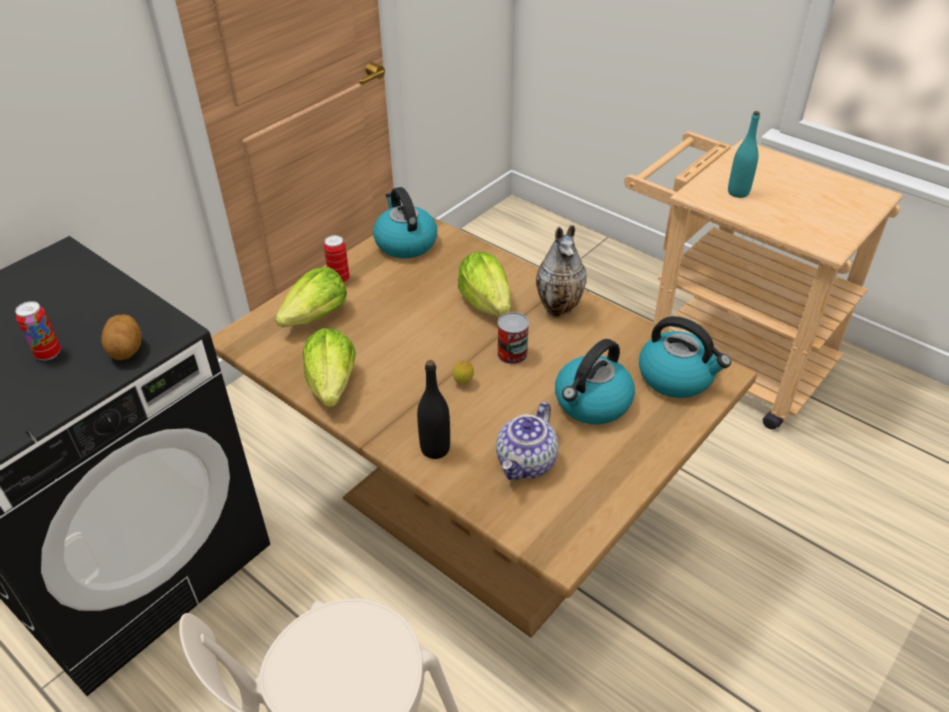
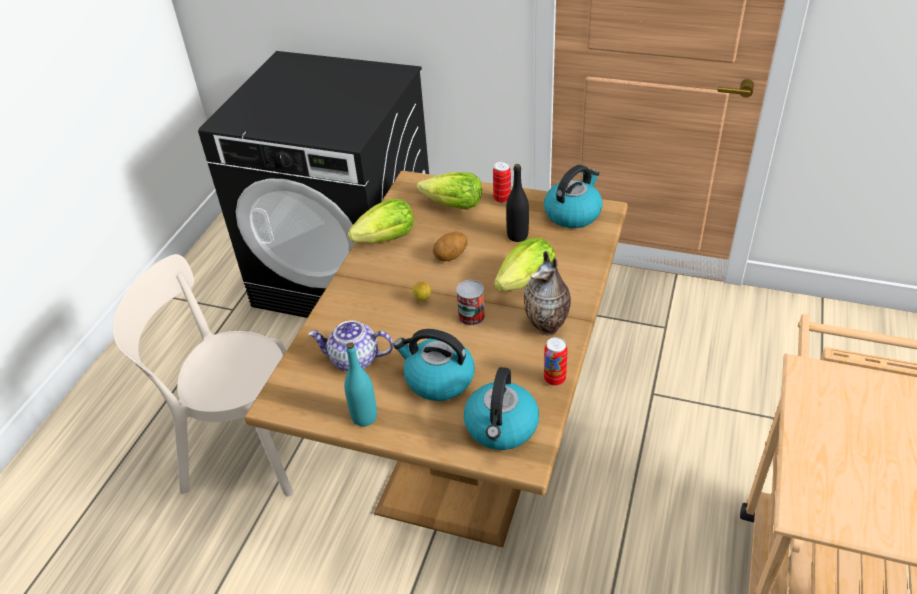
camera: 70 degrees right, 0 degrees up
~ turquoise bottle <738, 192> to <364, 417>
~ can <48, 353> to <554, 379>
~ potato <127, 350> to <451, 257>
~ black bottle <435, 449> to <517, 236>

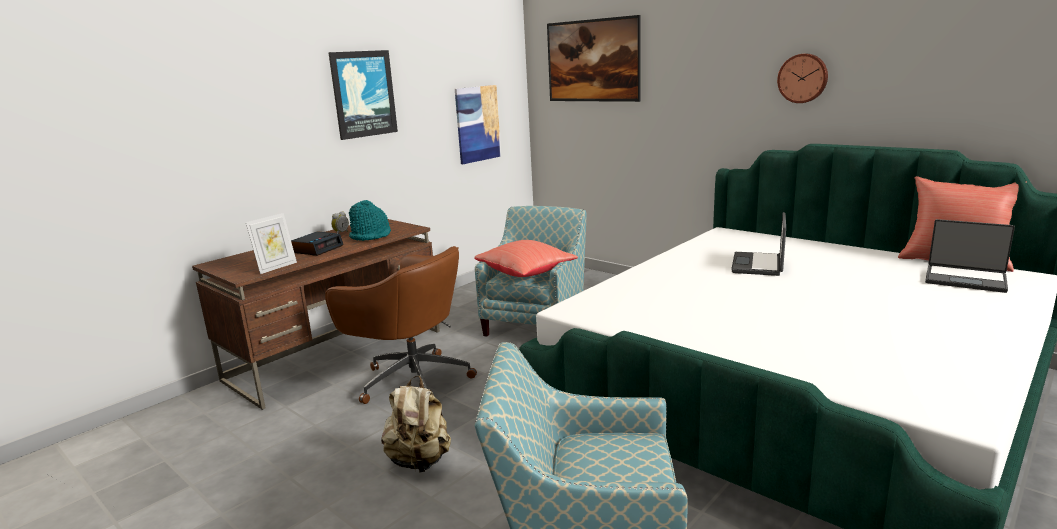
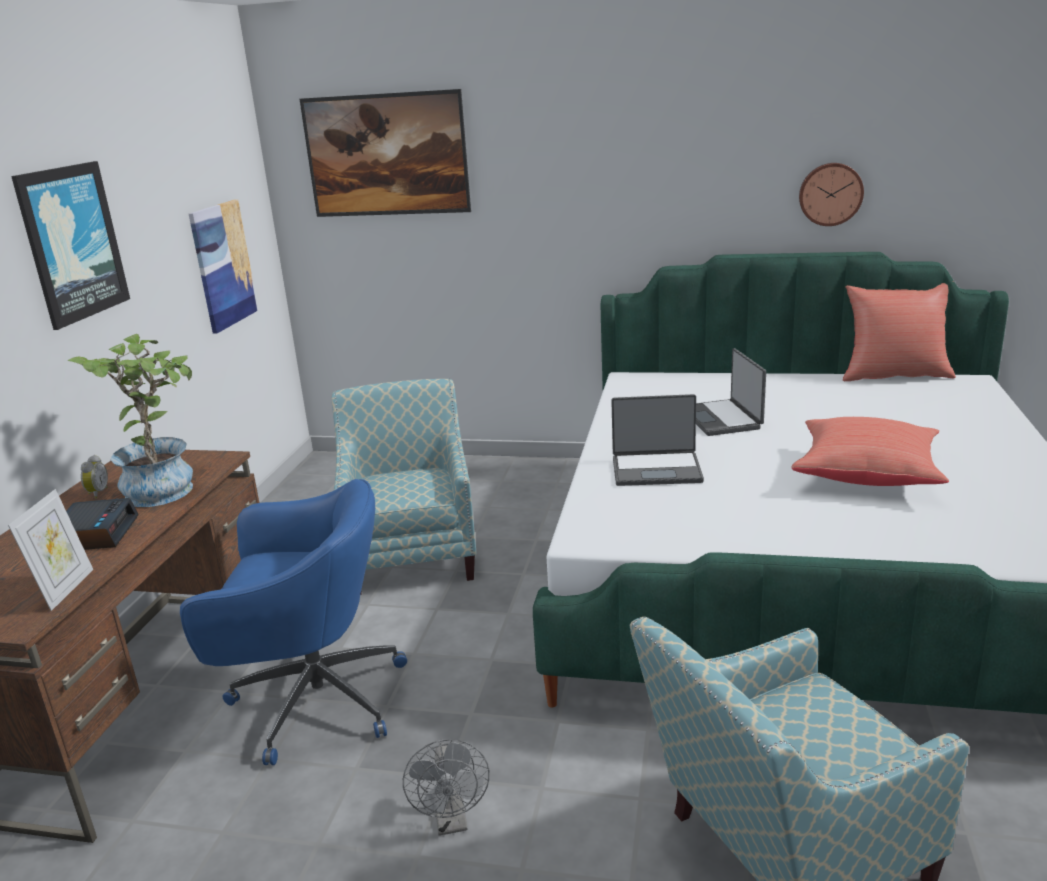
camera: 30 degrees left, 5 degrees up
~ wall clock <803, 78> to <830, 194>
~ turquoise hat <371, 236> to potted plant <164, 487>
~ laptop <965, 279> to <656, 470>
~ red pillow <526, 273> to <866, 474>
~ brown office chair <412, 380> to blue office chair <313, 700>
~ beige backpack <420, 461> to grey fan <452, 822>

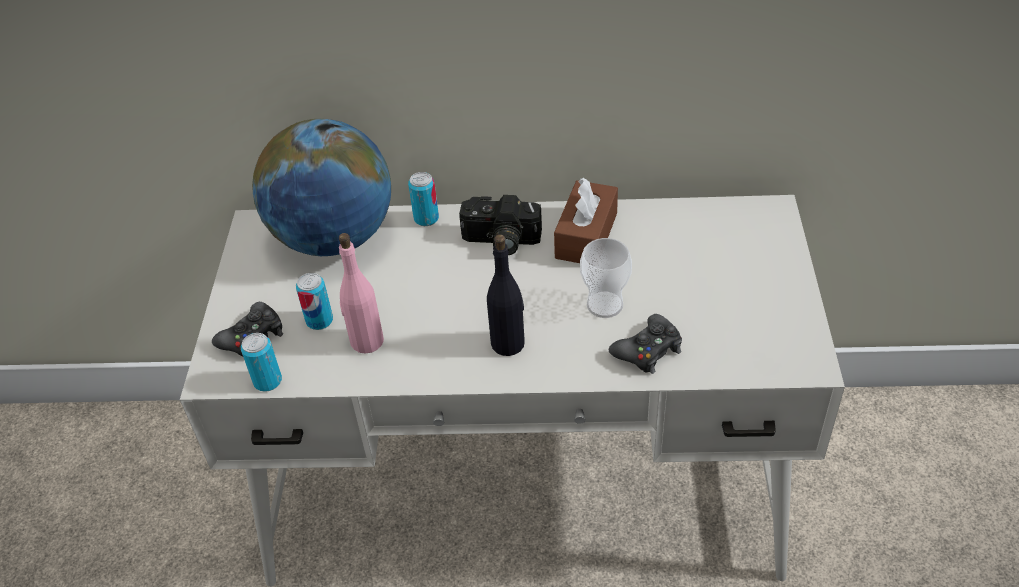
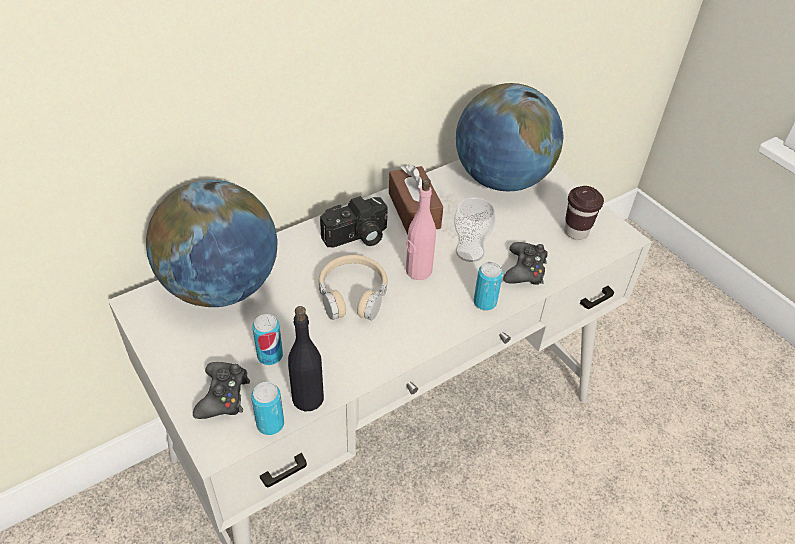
camera: 40 degrees left, 0 degrees up
~ can <426, 218> to <485, 302>
~ pink bottle <366, 341> to <418, 271>
~ black bottle <508, 343> to <308, 398>
+ globe <501, 179>
+ brown cup <576, 232>
+ beige headphones <353, 295>

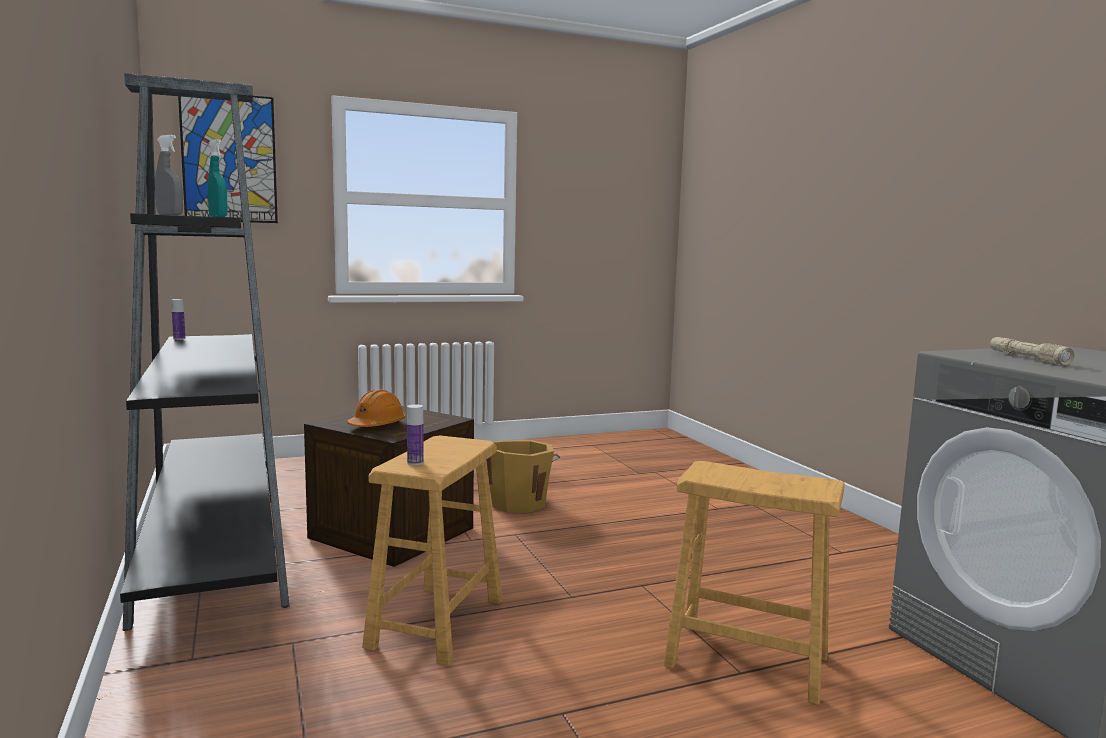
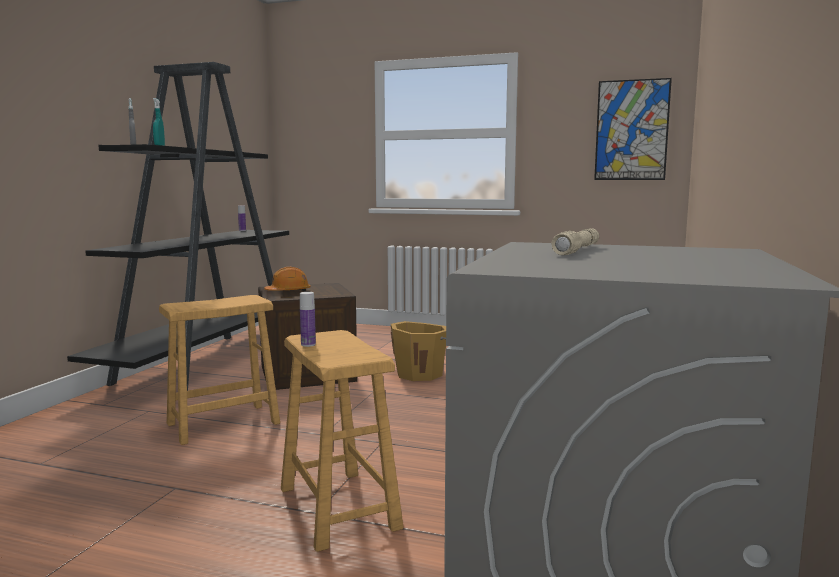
camera: 40 degrees right, 0 degrees up
~ picture <229, 158> to <631, 130>
~ bottle <415, 462> to <308, 344>

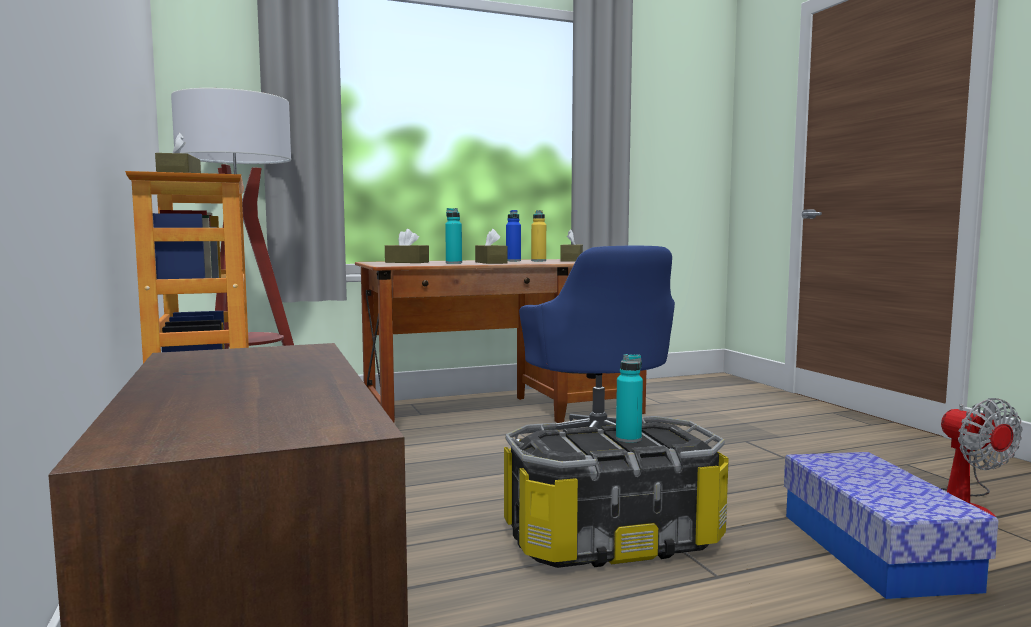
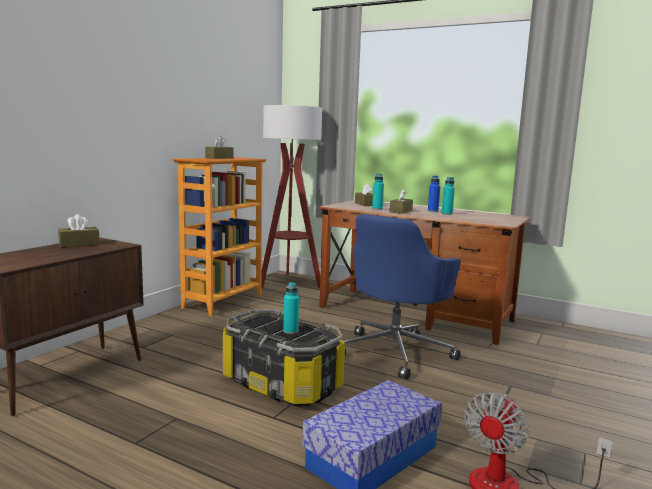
camera: 50 degrees right, 5 degrees up
~ yellow bottle <538, 261> to turquoise bottle <447, 213>
~ brown tissue box <571, 260> to <79, 244>

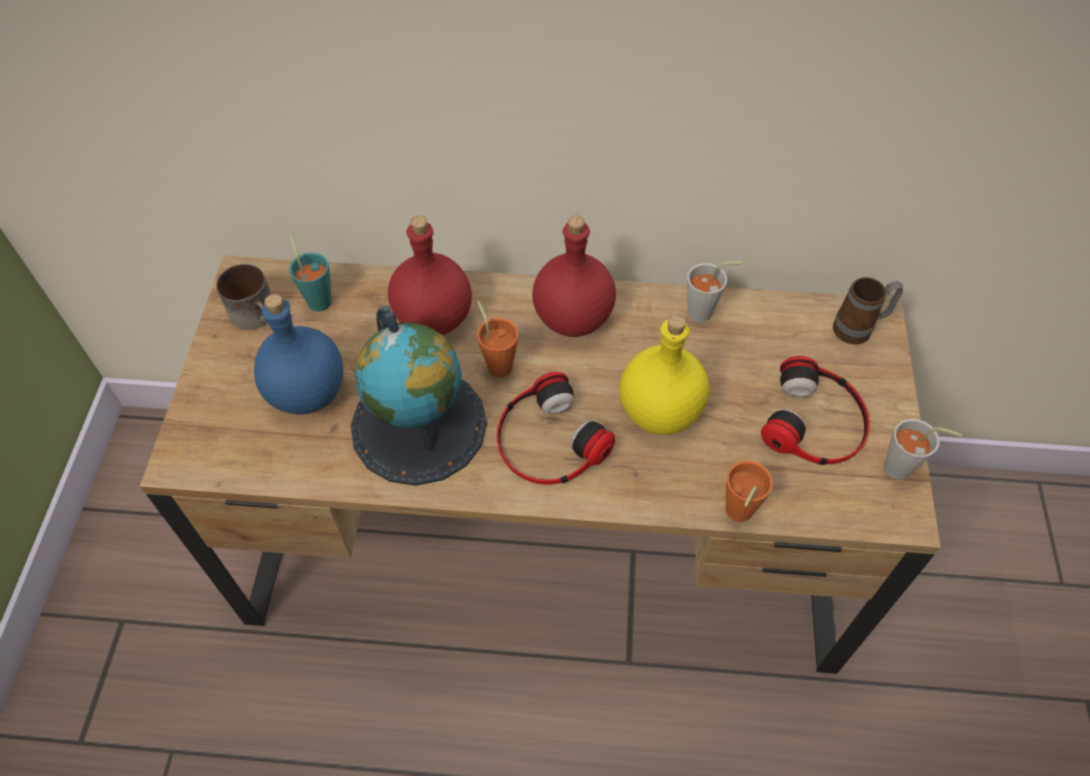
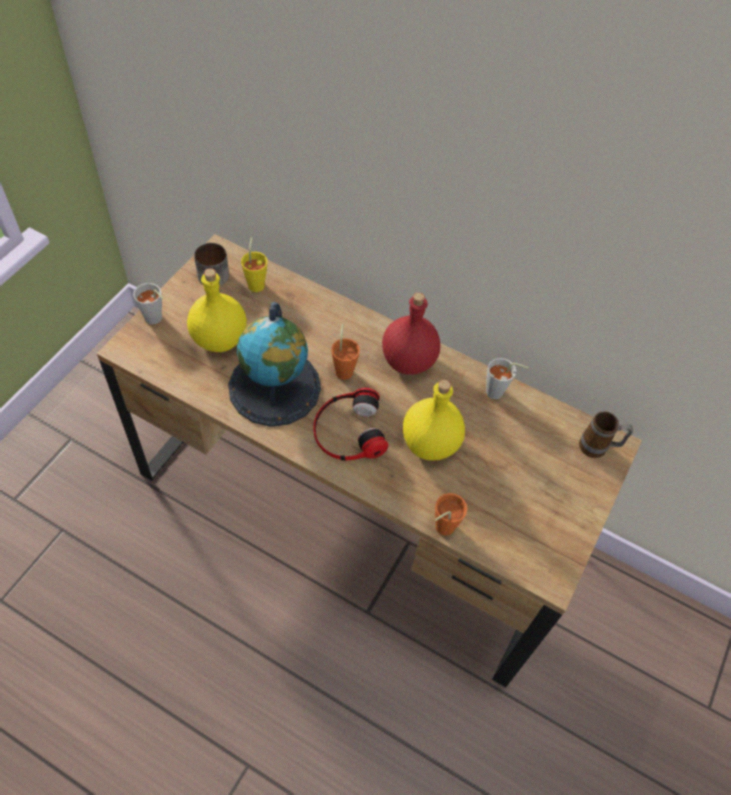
camera: 20 degrees right, 0 degrees up
- red bottle <435, 318>
~ turquoise cup <318, 297> to yellow cup <256, 283>
~ blue bottle <309, 393> to yellow bottle <220, 339>
- headphones <816, 422>
~ grey cup <904, 470> to <155, 320>

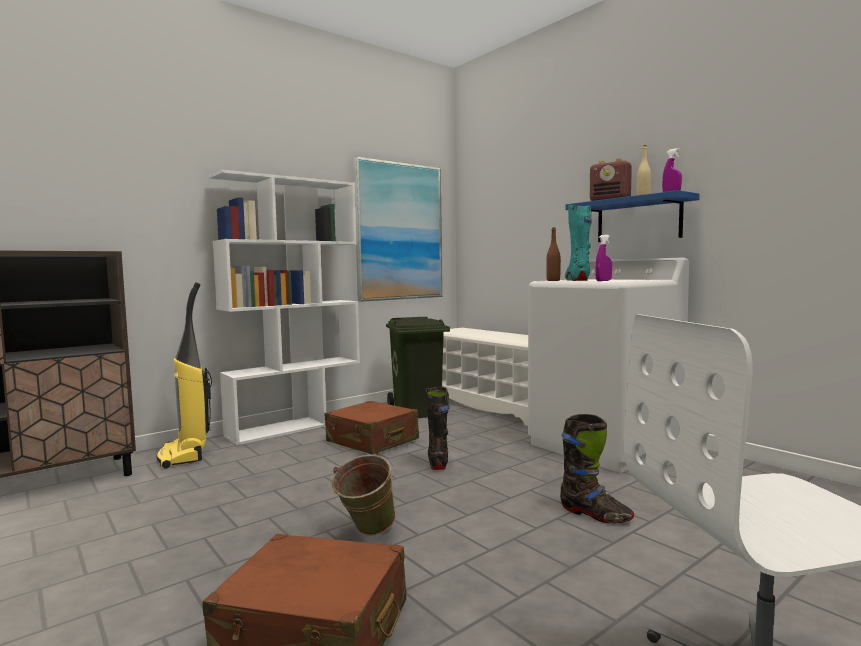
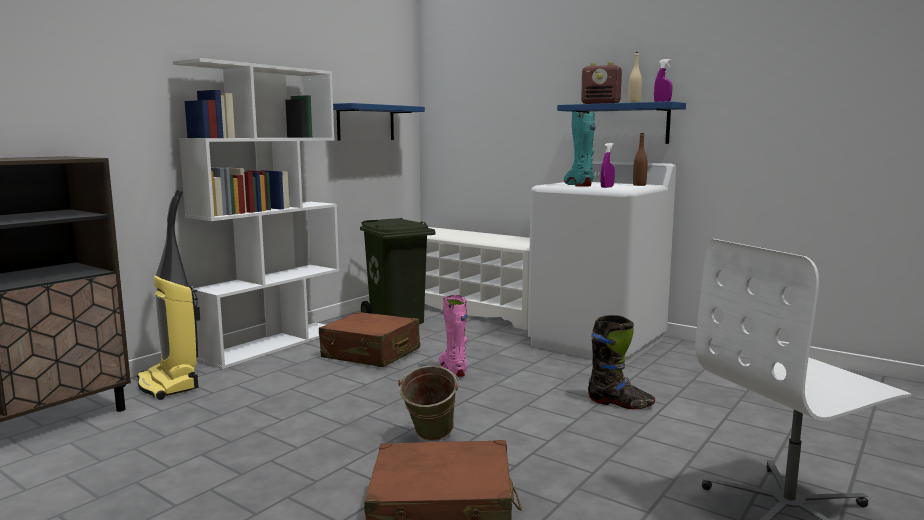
camera: 15 degrees left, 5 degrees up
~ picture <399, 232> to blue shelf <366, 123>
~ brown bottle <553, 280> to <639, 185>
~ black boot <438, 462> to pink boot <453, 369>

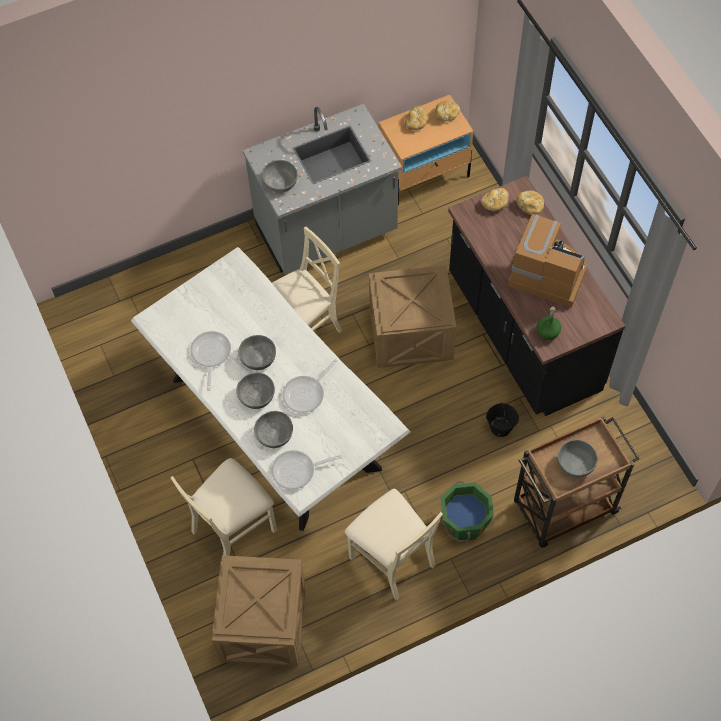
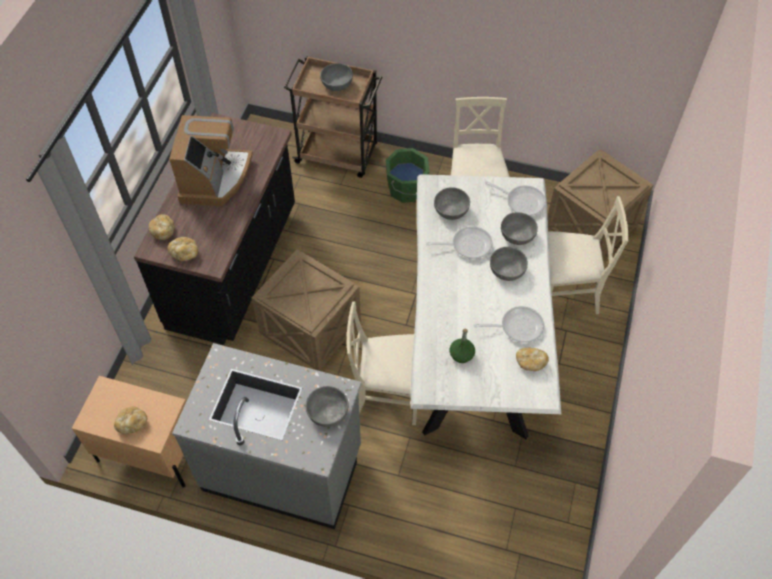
camera: 140 degrees left, 5 degrees down
~ bread <446, 115> to <530, 362>
~ coffee machine <547, 272> = <214, 178> 150 degrees counterclockwise
~ green bottle <548, 332> to <461, 355>
~ frying pan <210, 355> = <517, 326> 135 degrees counterclockwise
~ grey bowl <258, 358> to <451, 210>
- black bucket <500, 427>

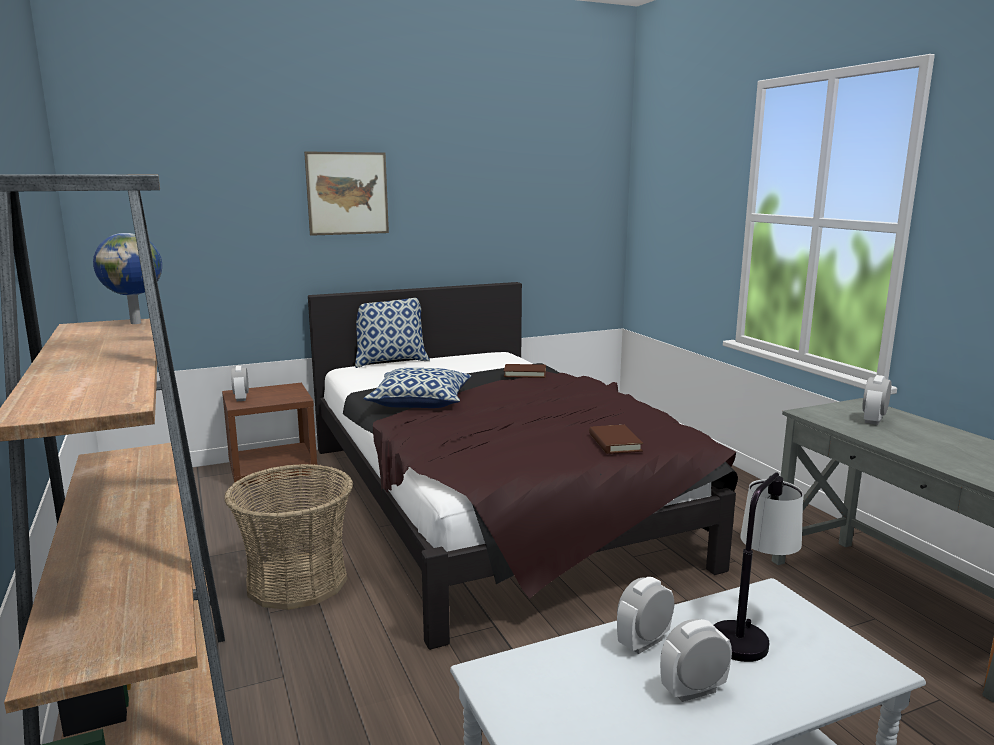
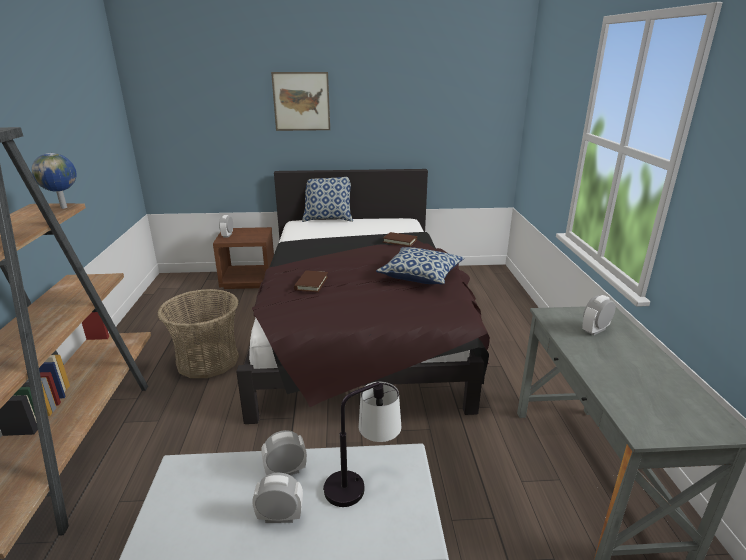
camera: 20 degrees right, 10 degrees up
~ pillow <420, 403> to <420, 276>
~ brown book <614, 443> to <311, 283>

